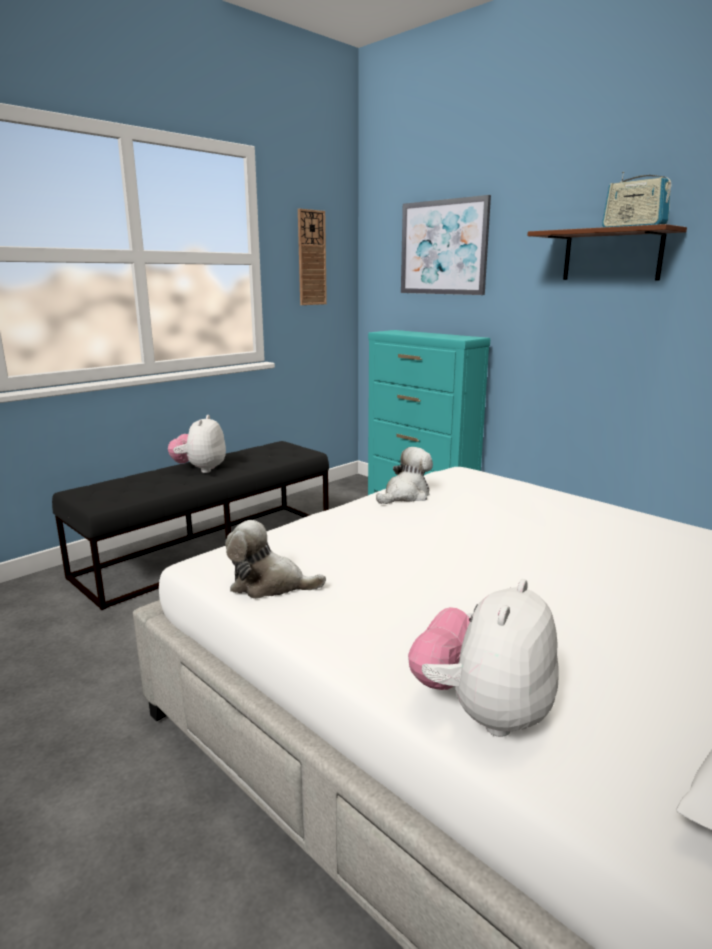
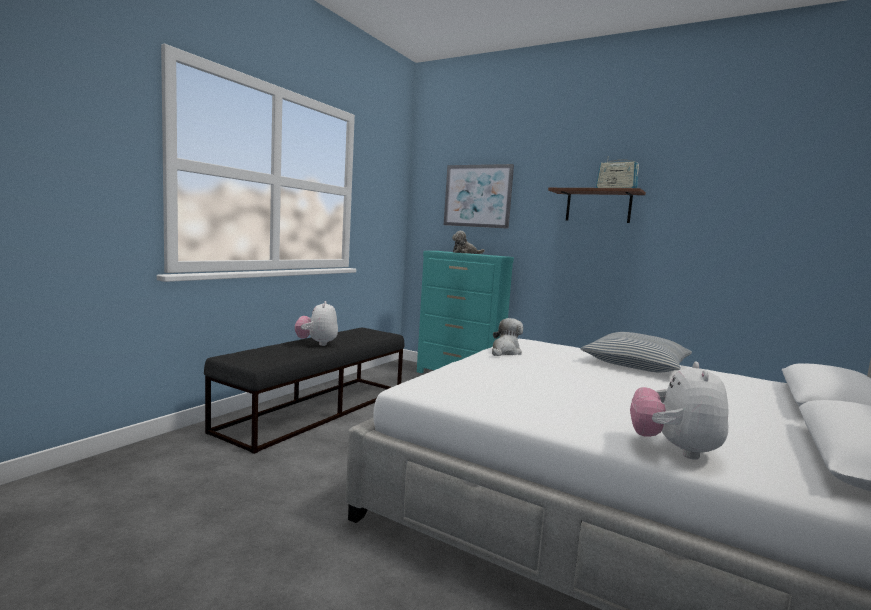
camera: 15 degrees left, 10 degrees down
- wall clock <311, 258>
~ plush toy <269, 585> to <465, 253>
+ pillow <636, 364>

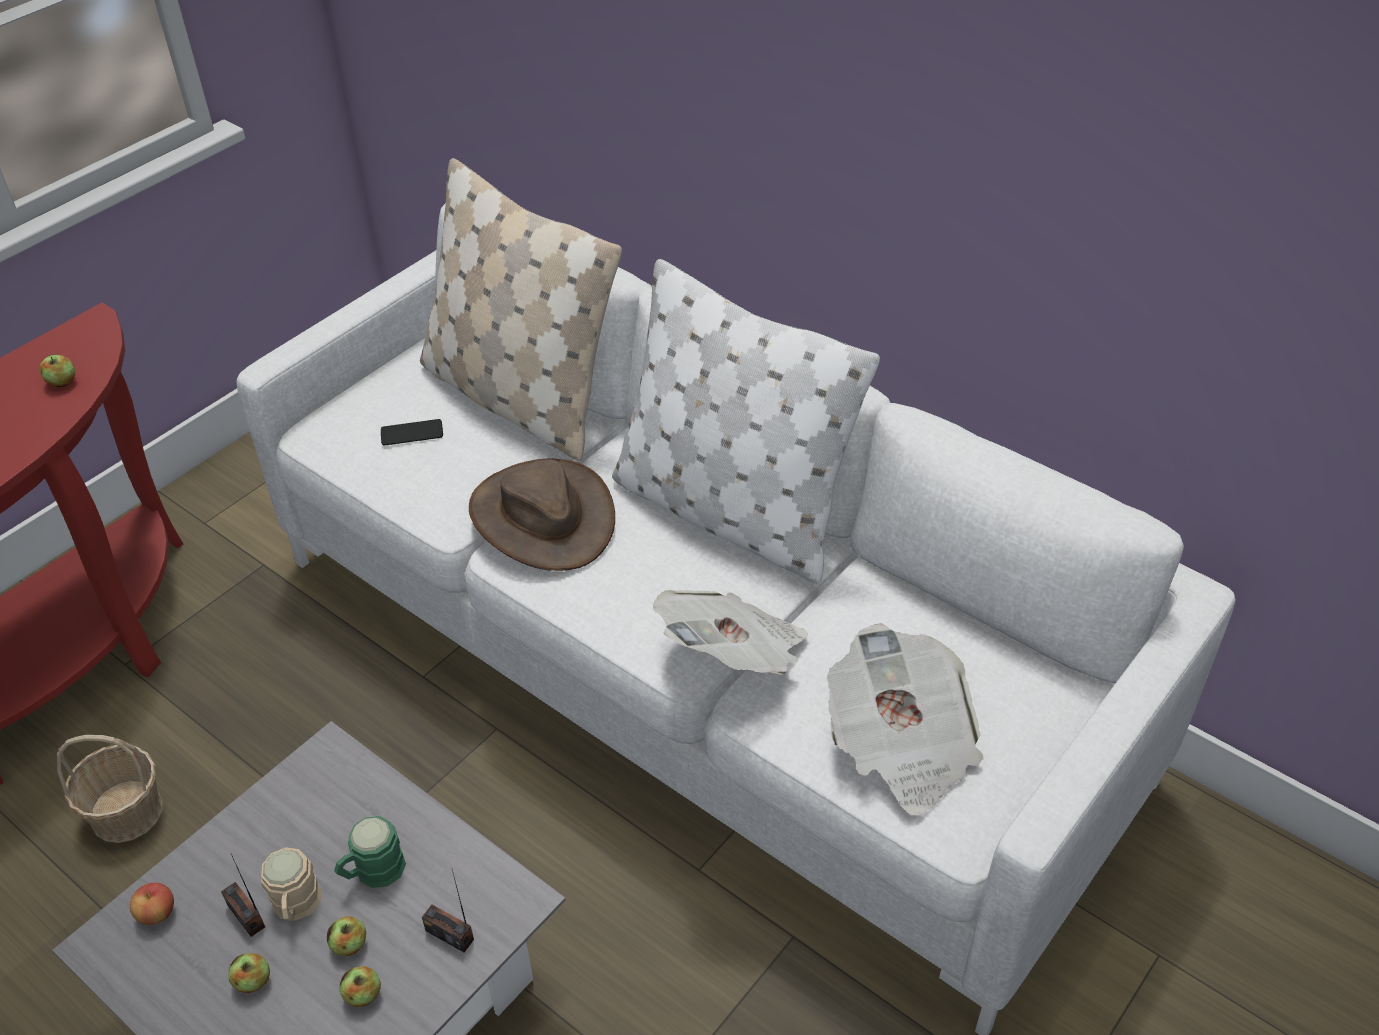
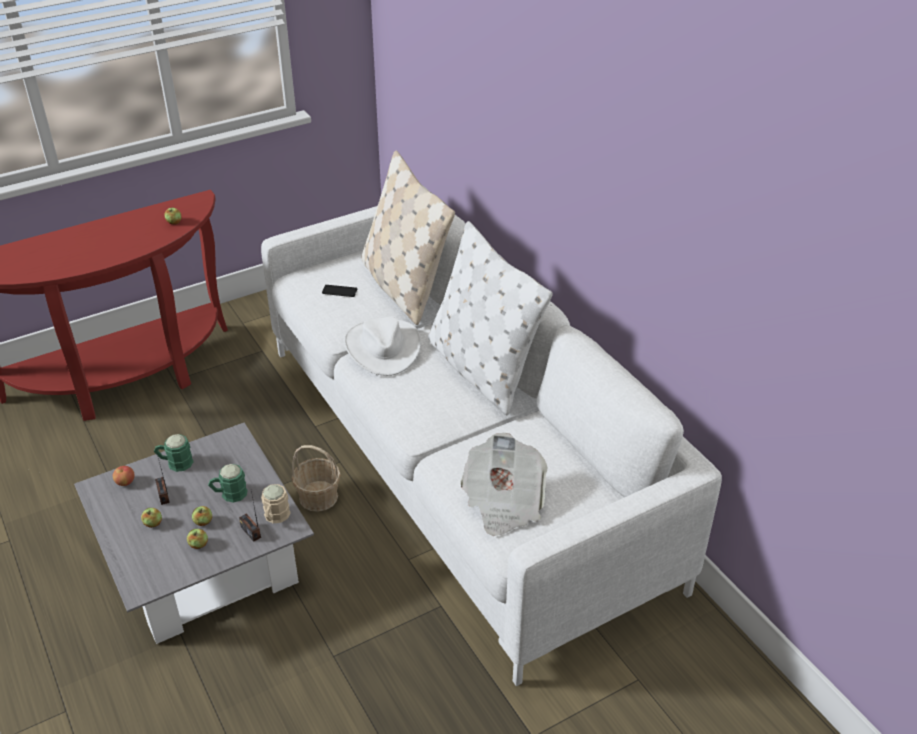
camera: 20 degrees right, 5 degrees down
~ brown hat <542, 517> to white hat <382, 347>
- newspaper <734, 656>
~ basket <126, 812> to <318, 496>
~ beige mug <296, 907> to <275, 517>
+ green mug <175, 463>

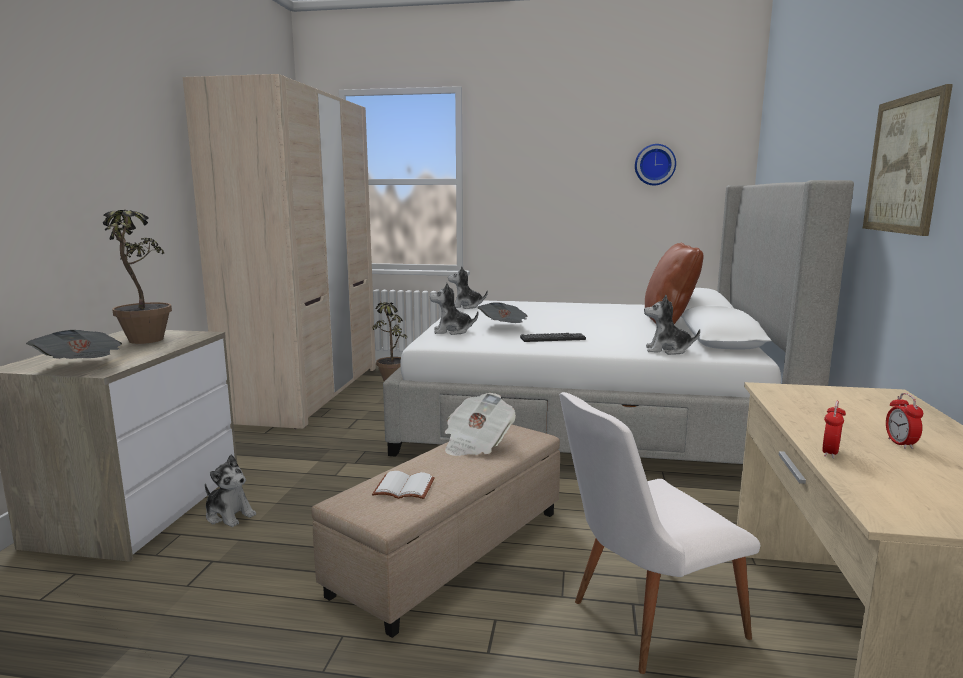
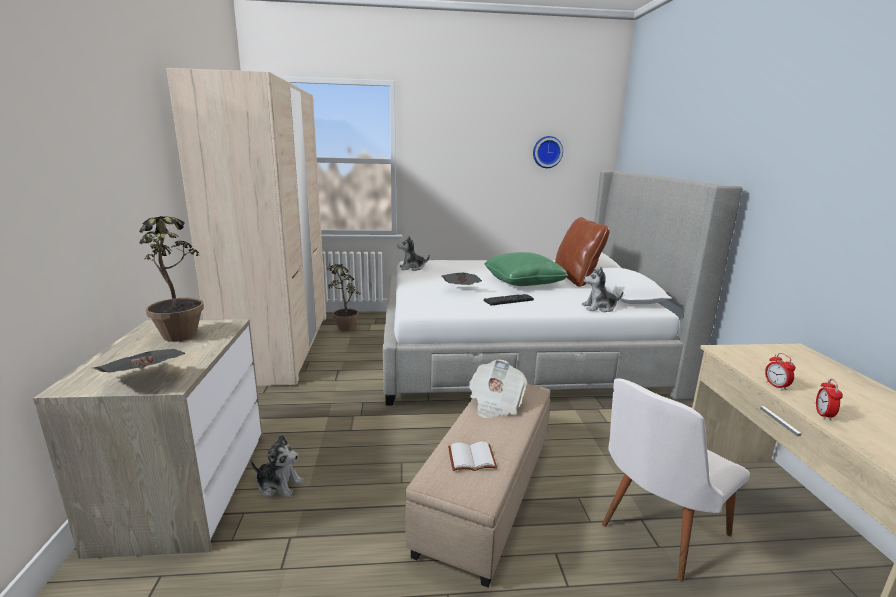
camera: 15 degrees left, 5 degrees up
- picture <904, 165>
- plush toy <452, 331>
~ alarm clock <900, 444> to <776, 386>
+ green pillow <523, 282>

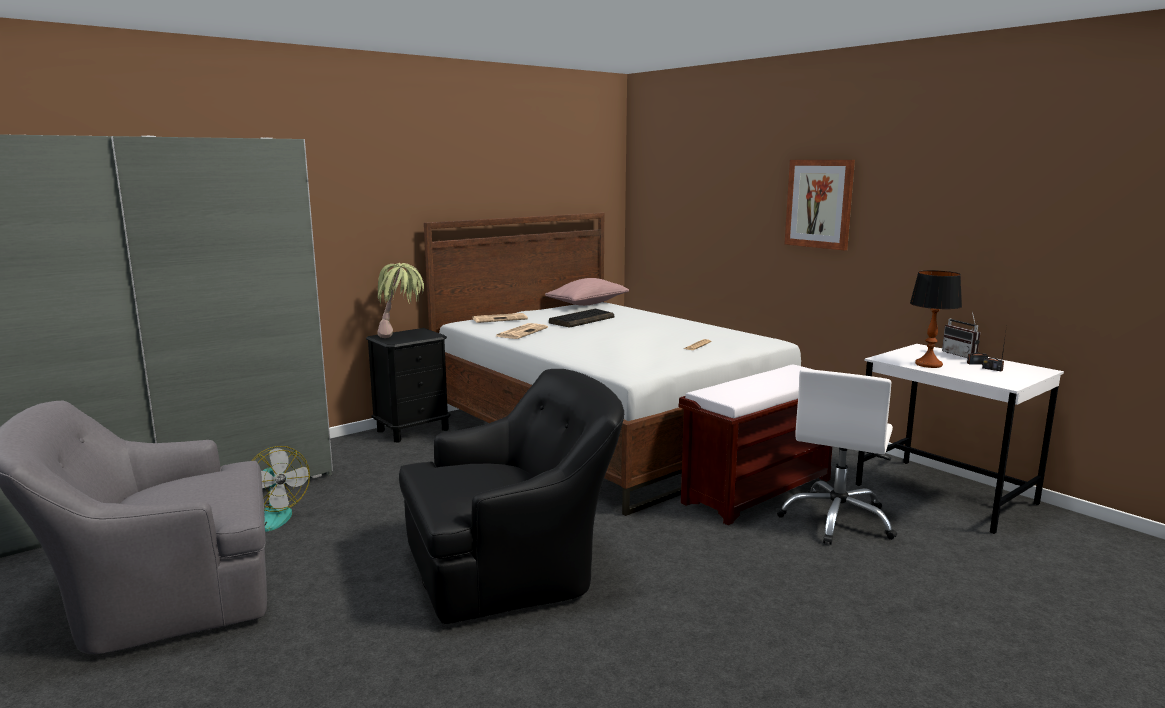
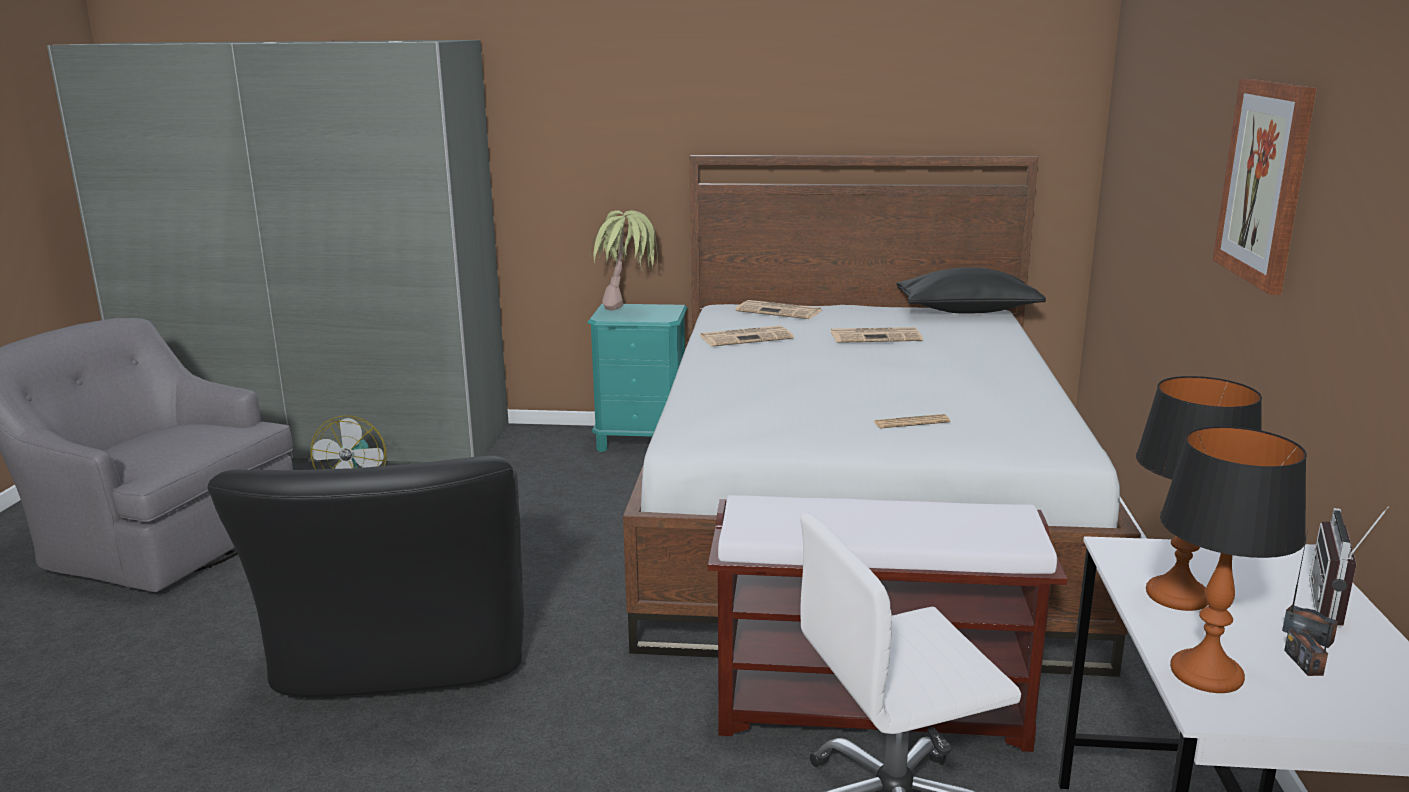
camera: 45 degrees right, 5 degrees up
~ pink pillow <587, 304> to black pillow <967, 311>
~ keyboard <582, 320> to newspaper <876, 336>
~ black nightstand <413, 430> to turquoise nightstand <642, 441>
~ black armchair <514, 567> = <404, 654> 60 degrees clockwise
+ table lamp <1207, 674>

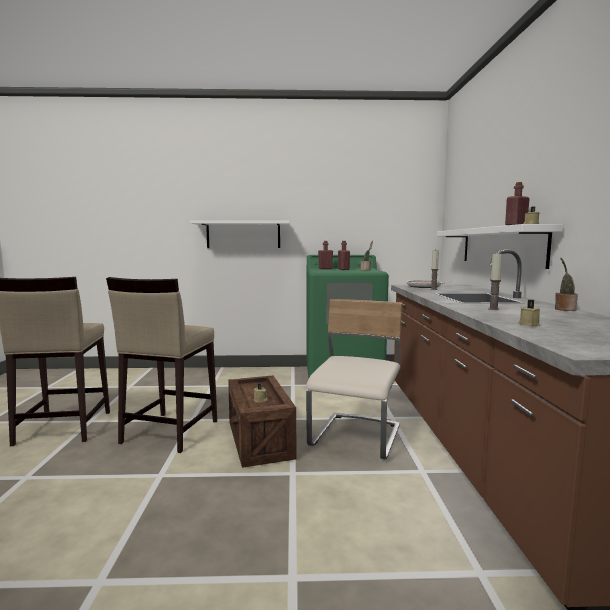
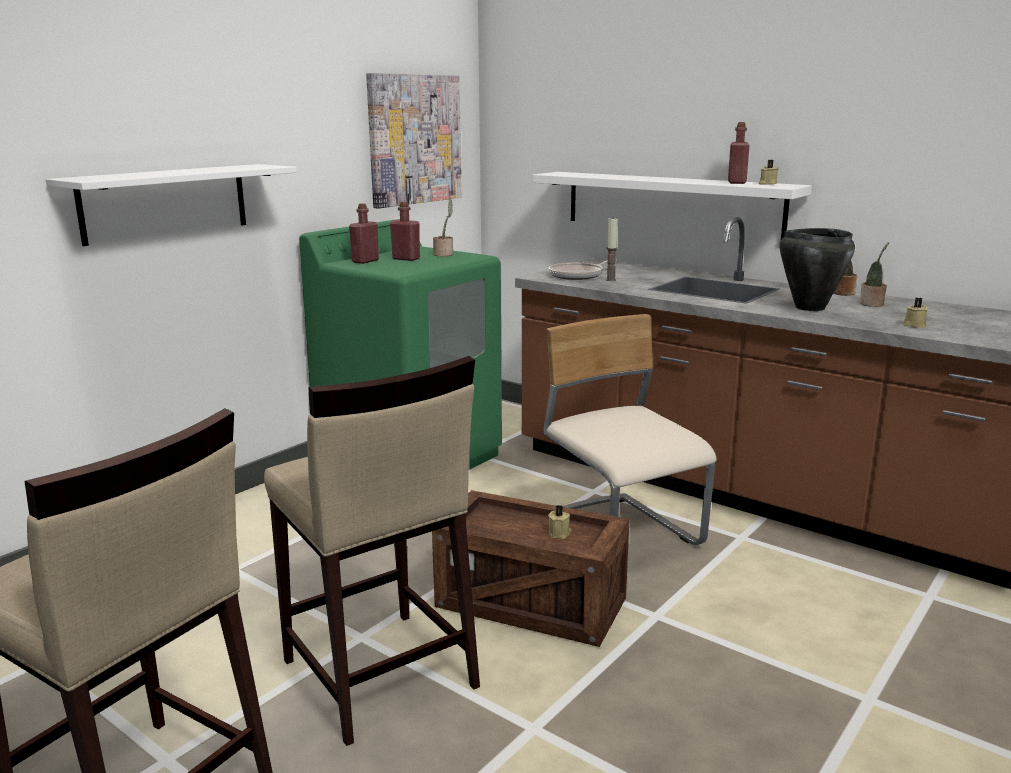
camera: 50 degrees left, 10 degrees up
~ candle <493, 309> to black cooking pot <809, 308>
+ picture <414, 139>
+ potted plant <872, 304>

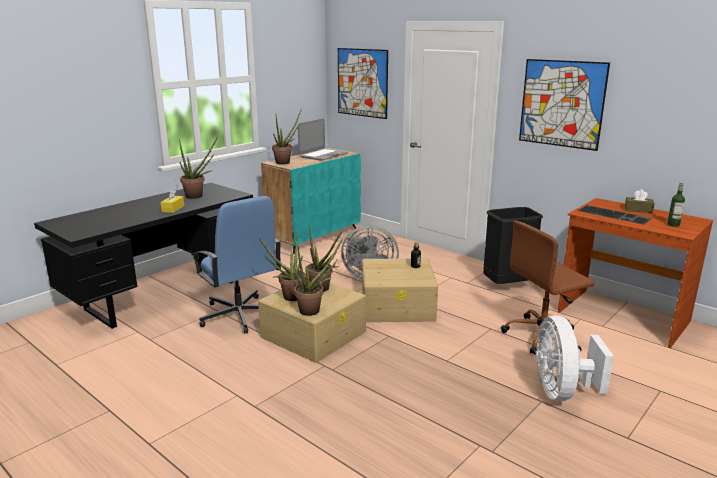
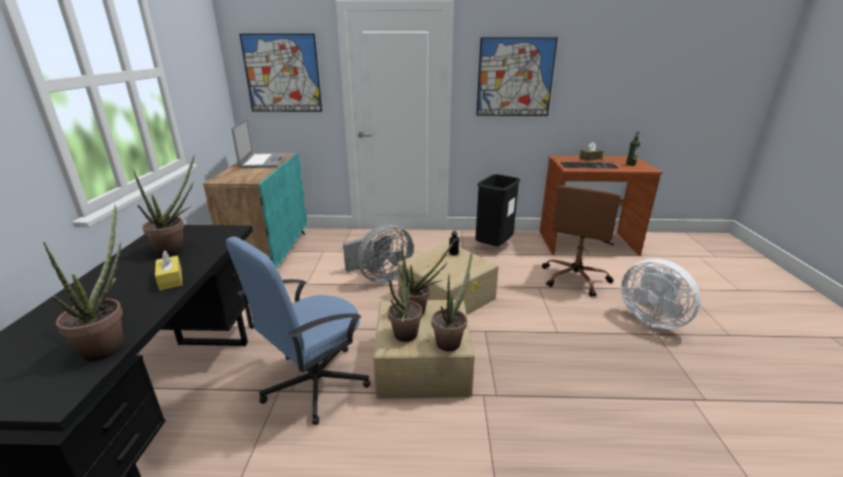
camera: 40 degrees left, 5 degrees up
~ potted plant <285, 162> to <111, 344>
~ blue office chair <239, 315> = <314, 383> 120 degrees clockwise

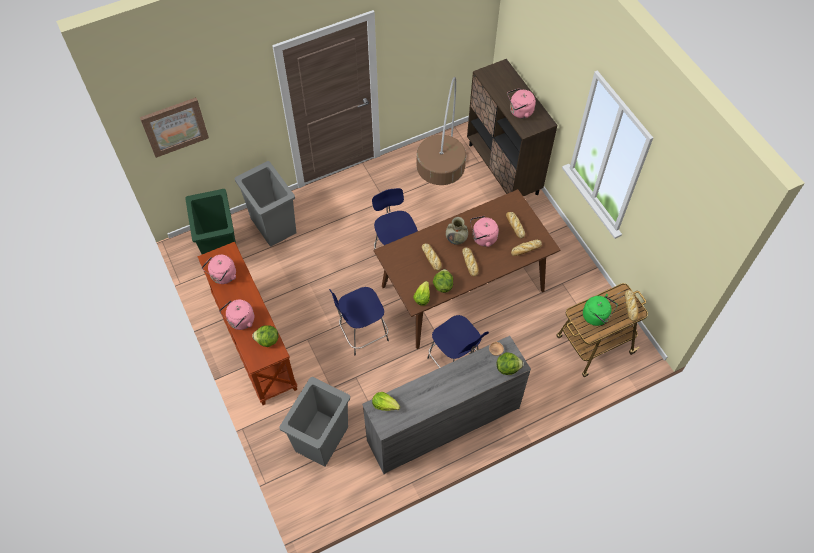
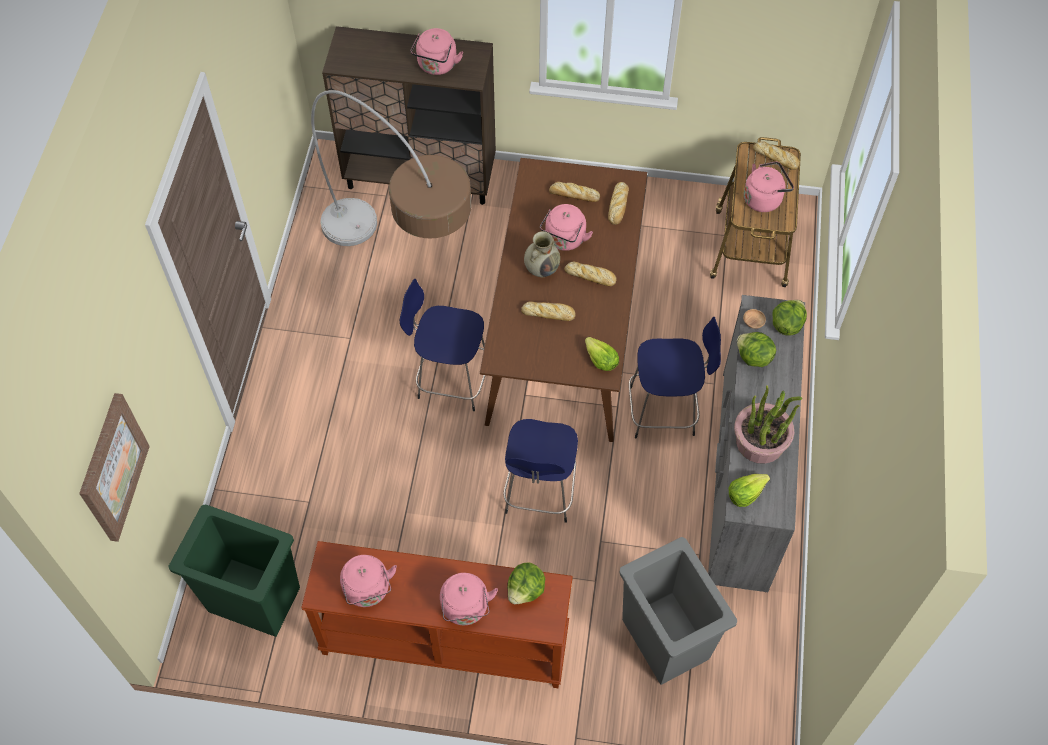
camera: 55 degrees left, 0 degrees up
- grey trash can <273, 225>
~ lettuce <442, 285> to <753, 358>
~ green kettle <597, 316> to pink kettle <764, 198>
+ potted plant <760, 442>

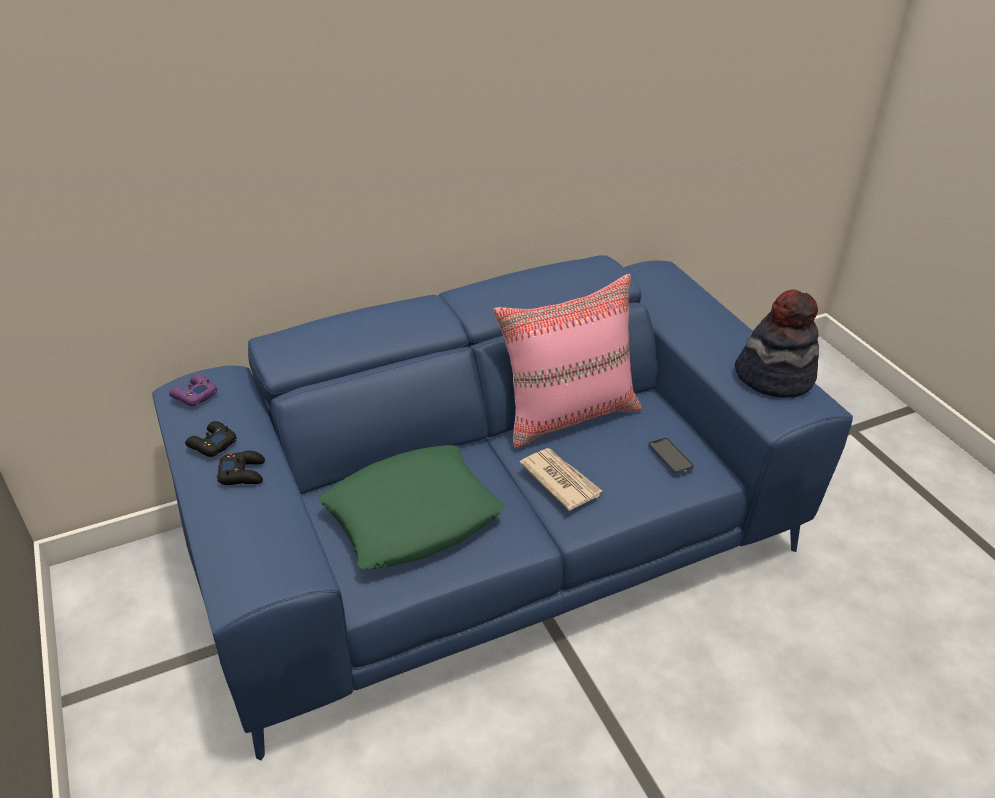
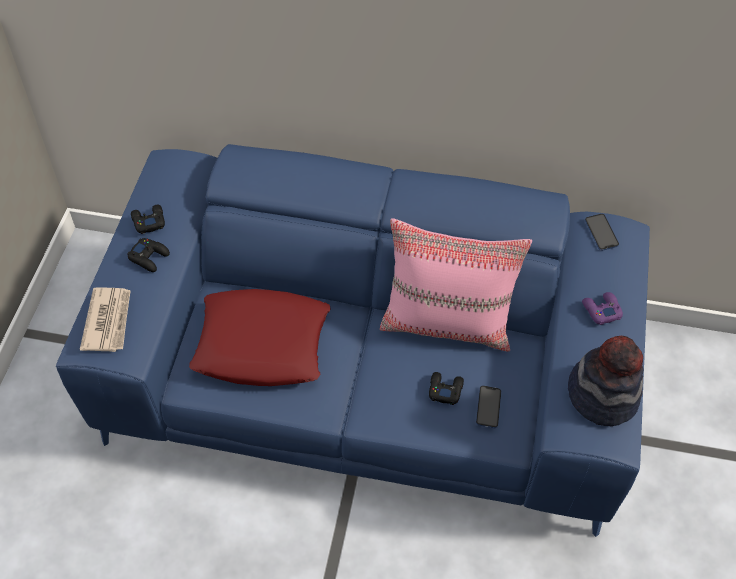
camera: 35 degrees right, 15 degrees up
~ purple game controller <194, 395> to <601, 310>
~ green pillow <413, 516> to red pillow <262, 344>
~ newspaper <560, 480> to <108, 321>
+ phone <601, 233>
+ black game controller <445, 389>

